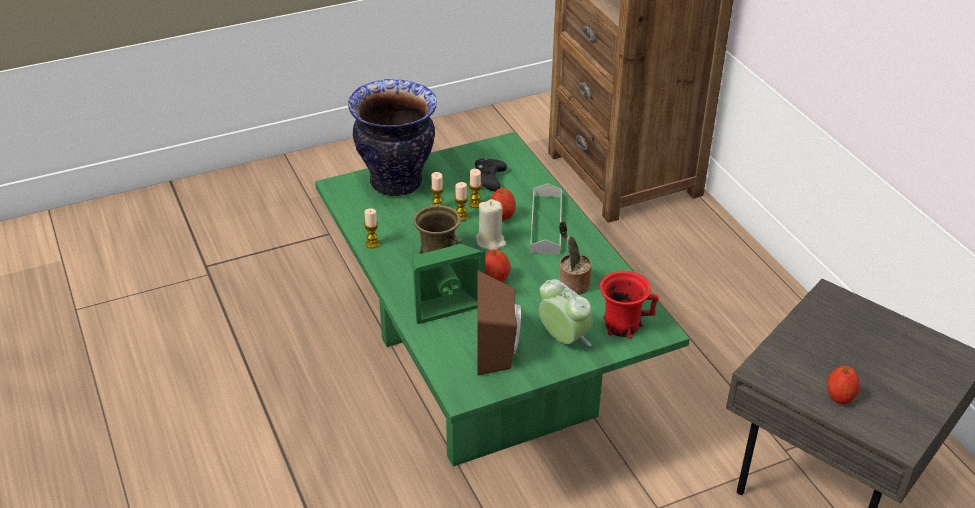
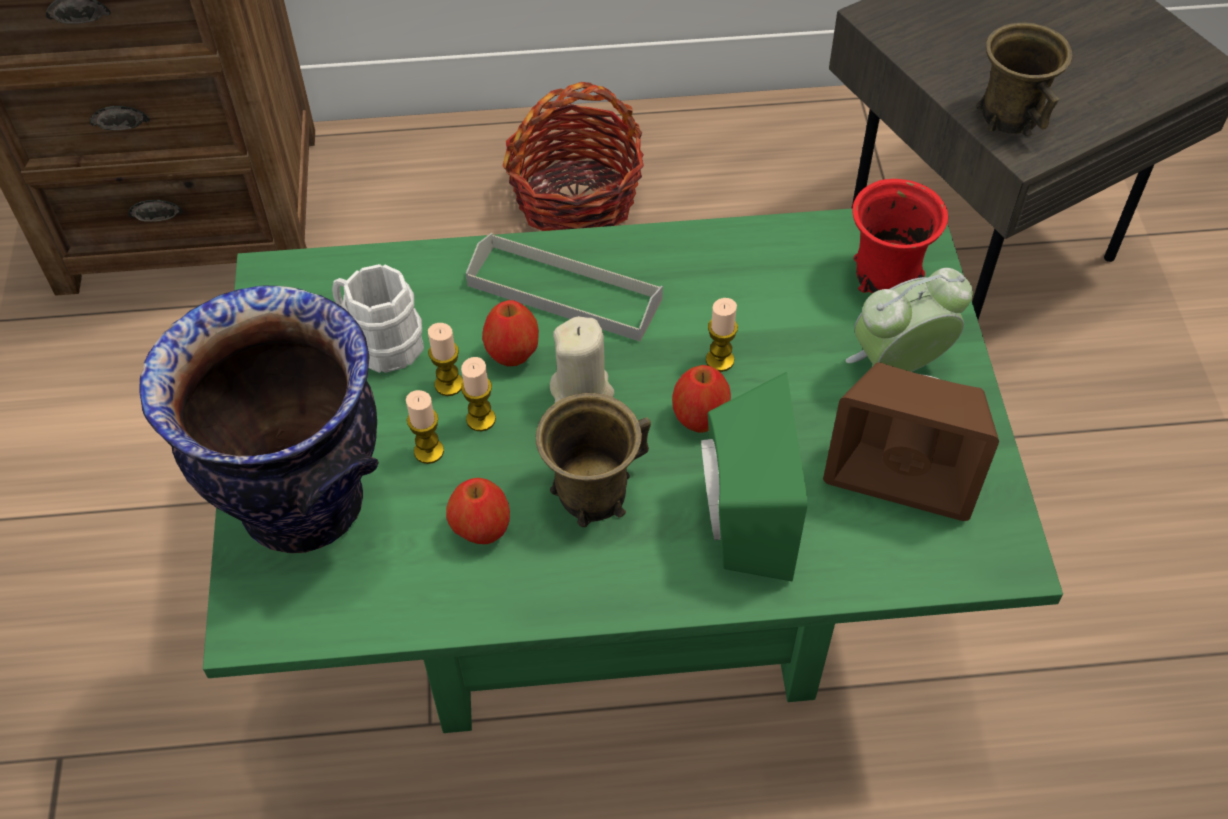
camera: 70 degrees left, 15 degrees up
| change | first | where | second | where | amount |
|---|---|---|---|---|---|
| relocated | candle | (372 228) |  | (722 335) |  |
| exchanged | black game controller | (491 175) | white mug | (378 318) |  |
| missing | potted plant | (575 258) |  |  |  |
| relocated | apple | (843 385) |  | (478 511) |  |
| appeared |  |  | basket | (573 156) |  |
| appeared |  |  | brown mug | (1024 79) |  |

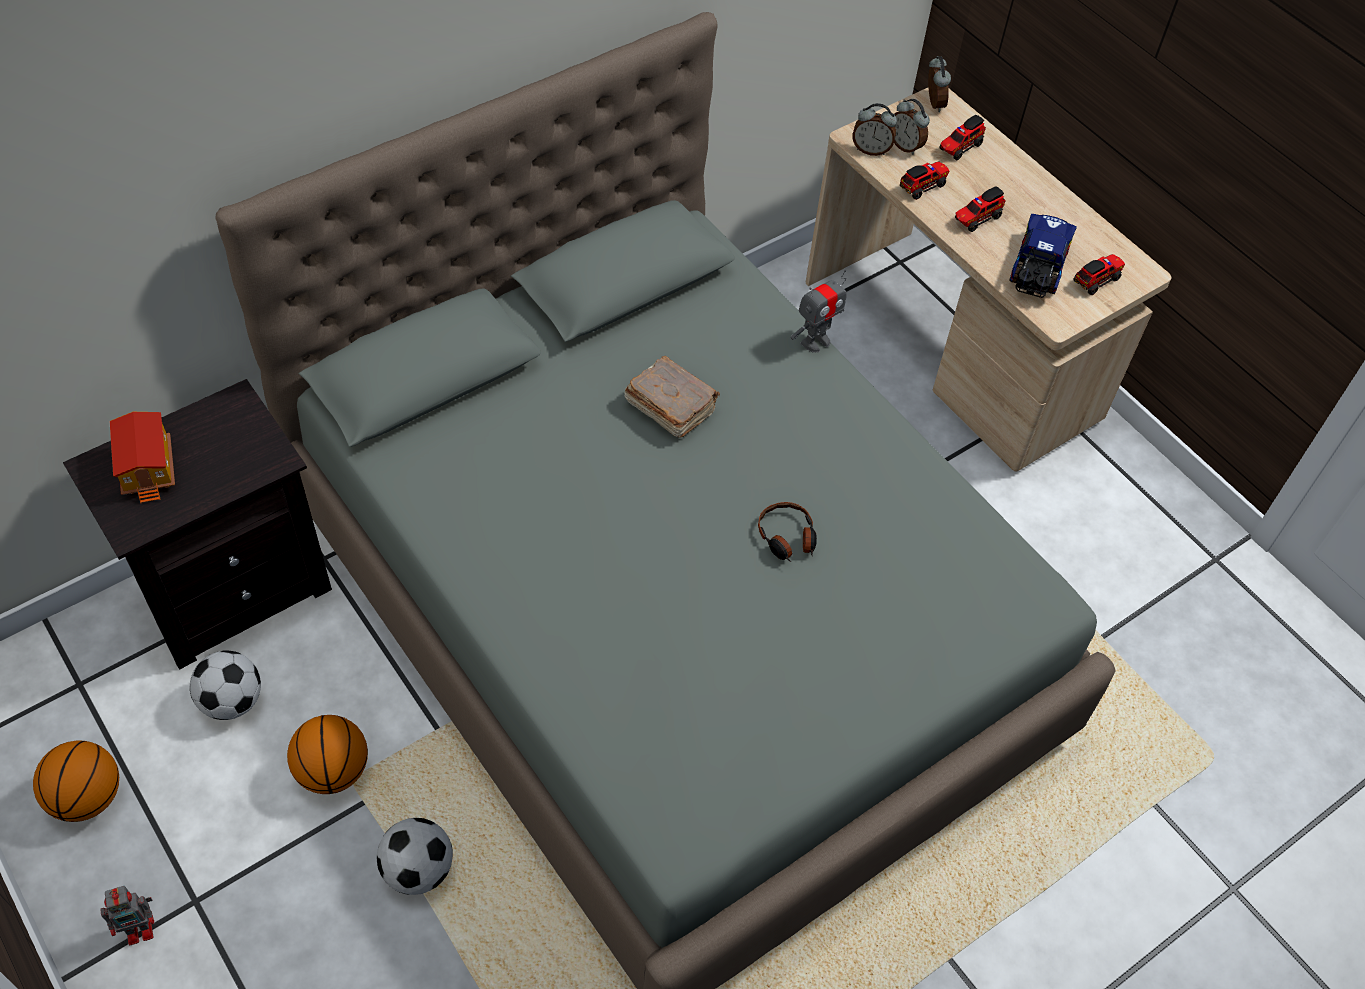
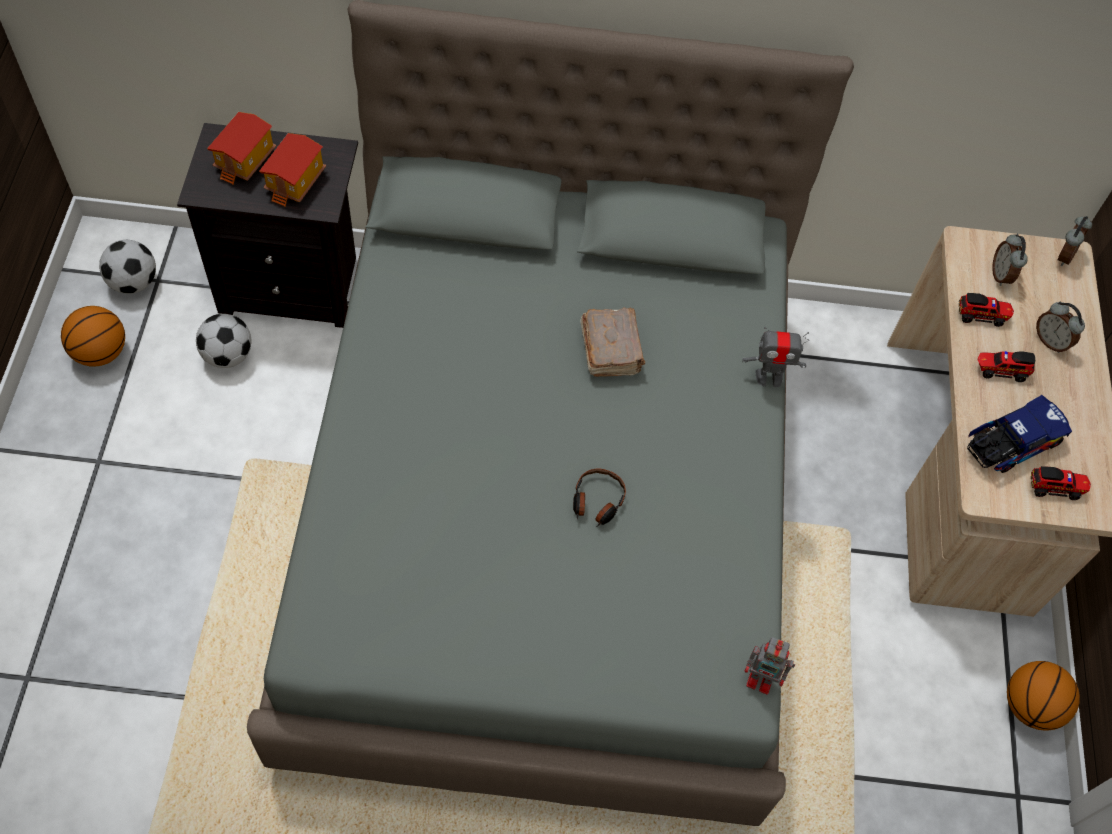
camera: 40 degrees right, 5 degrees up
| change | first | where | second | where | amount |
|---|---|---|---|---|---|
| relocated | toy robot | (127 915) |  | (769 665) |  |
| relocated | basketball | (327 754) |  | (1043 696) |  |
| relocated | football | (415 856) |  | (127 267) |  |
| relocated | alarm clock | (875 129) |  | (1060 327) |  |
| missing | toy truck | (963 137) |  |  |  |
| appeared |  |  | toy house | (292 170) |  |

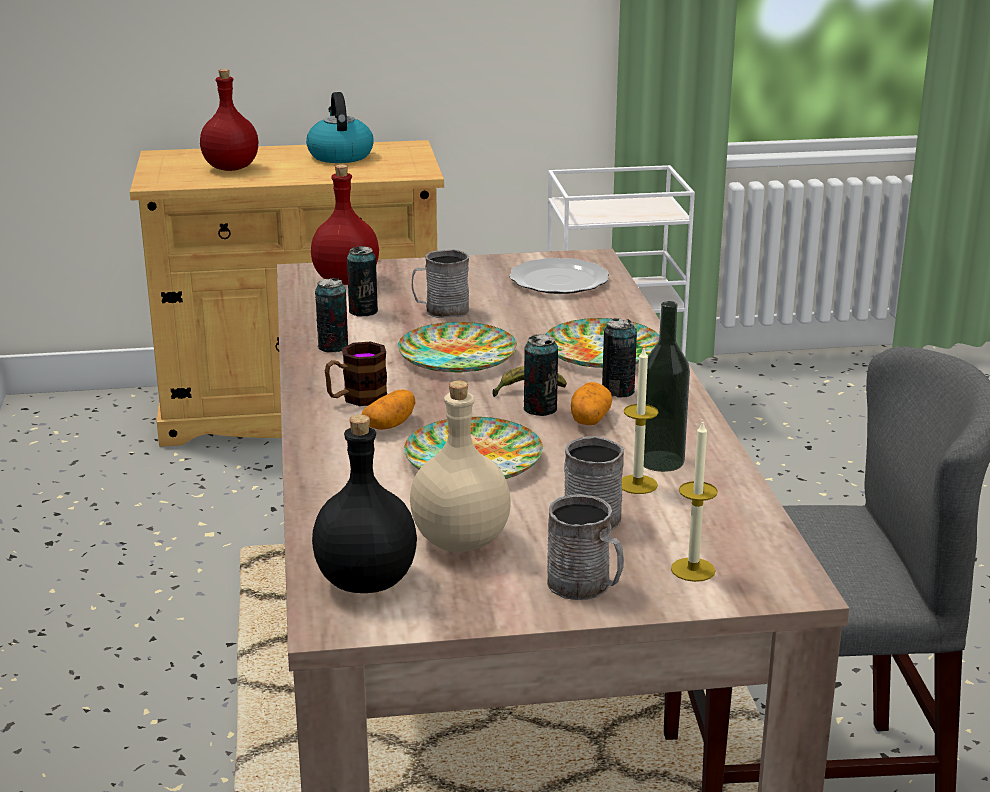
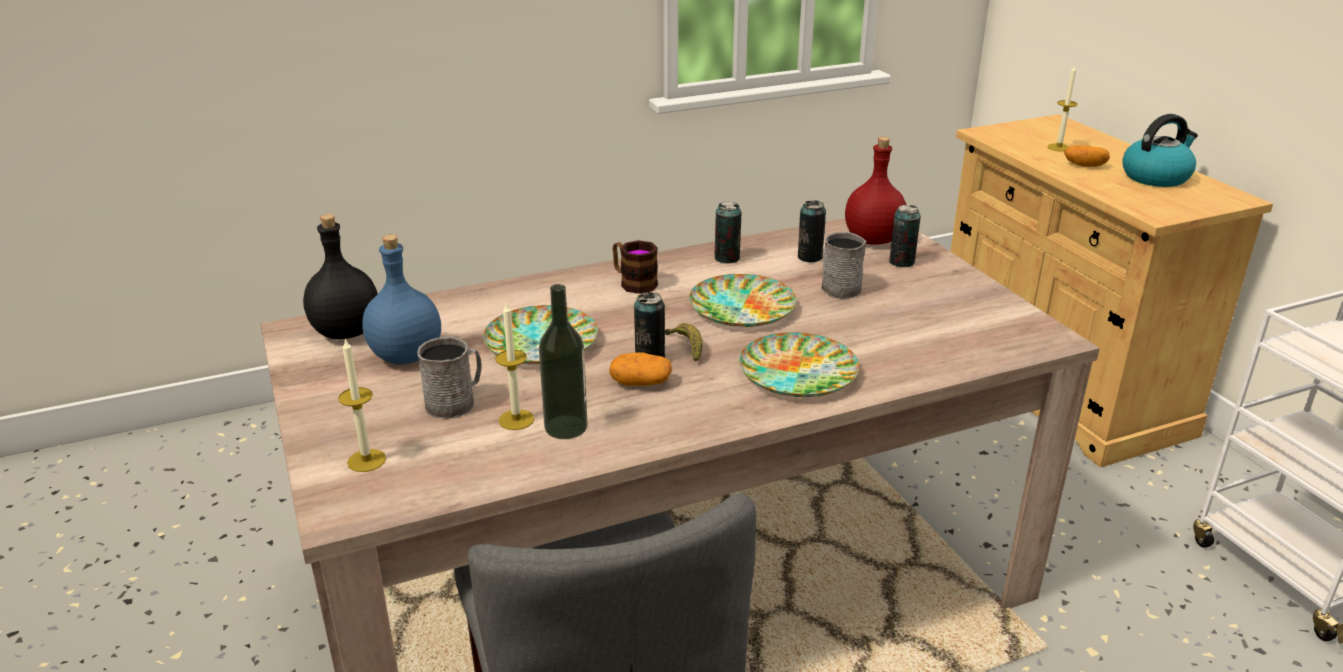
camera: 75 degrees right, 5 degrees up
| change | first | where | second | where | amount |
|---|---|---|---|---|---|
| exchanged | red bottle | (229 120) | candle | (1062 108) |  |
| relocated | potato | (388 410) |  | (1087 156) |  |
| colour | beige bottle | (460 466) | blue bottle | (401 300) |  |
| missing | plate | (559 276) |  |  |  |
| missing | grey mug | (585 547) |  |  |  |
| relocated | can | (619 358) |  | (905 236) |  |

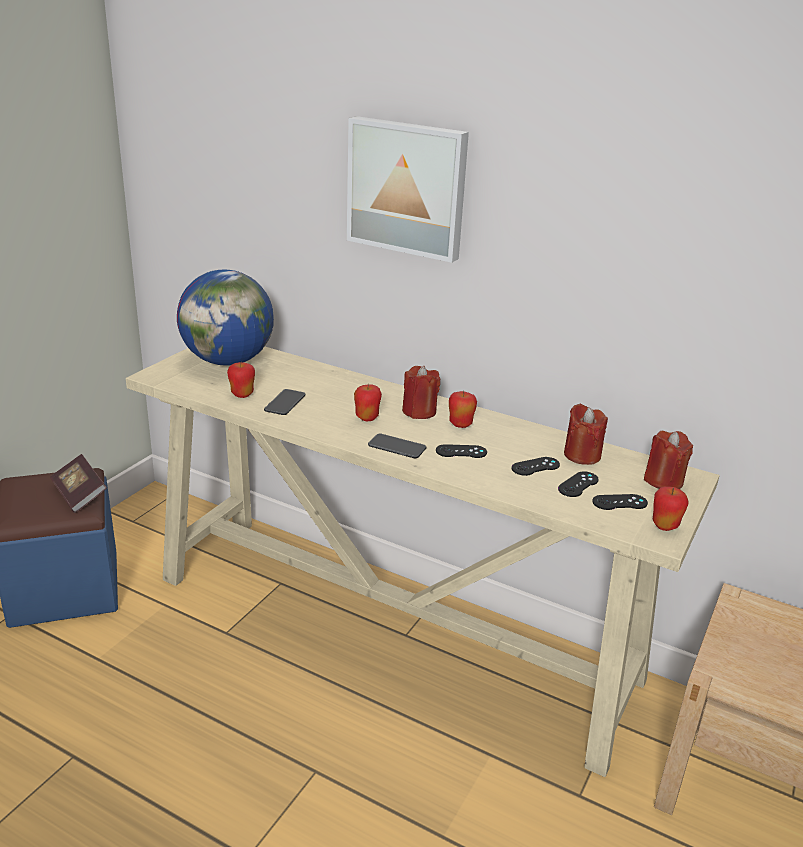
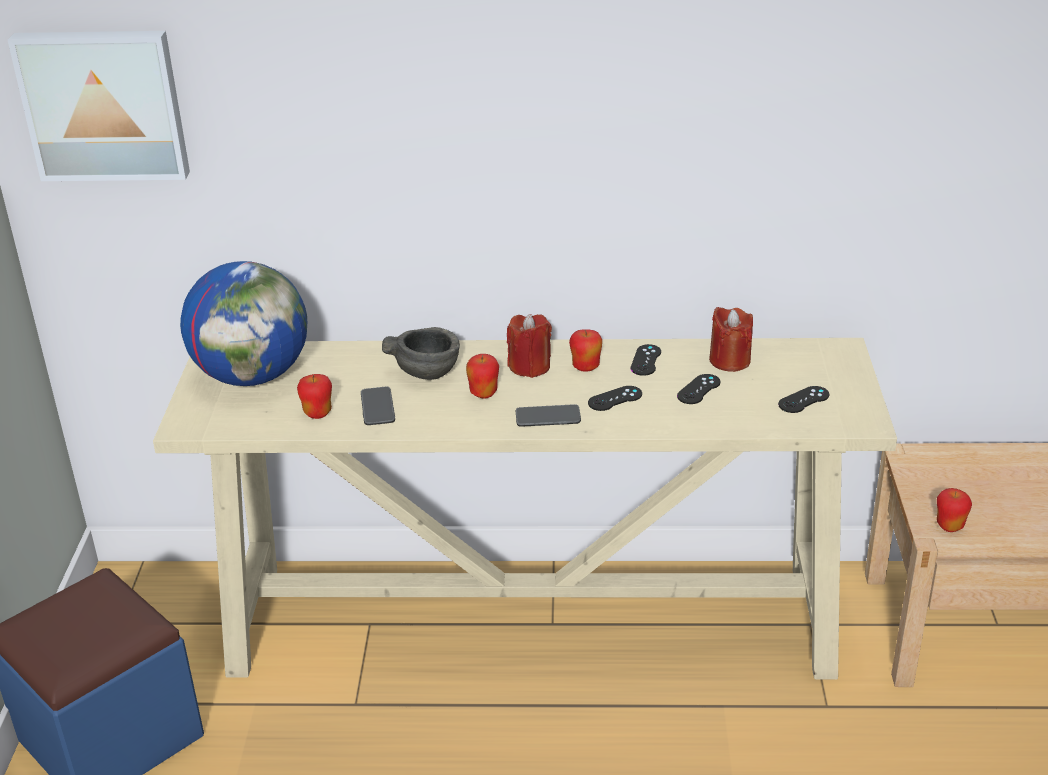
camera: 25 degrees left, 5 degrees up
| change | first | where | second | where | amount |
|---|---|---|---|---|---|
| missing | book | (78 483) |  |  |  |
| relocated | picture | (408 189) |  | (98 106) |  |
| relocated | black game controller | (578 484) |  | (646 360) |  |
| missing | red candle | (668 460) |  |  |  |
| relocated | apple | (671 508) |  | (954 510) |  |
| appeared |  |  | grey bowl | (421 353) |  |

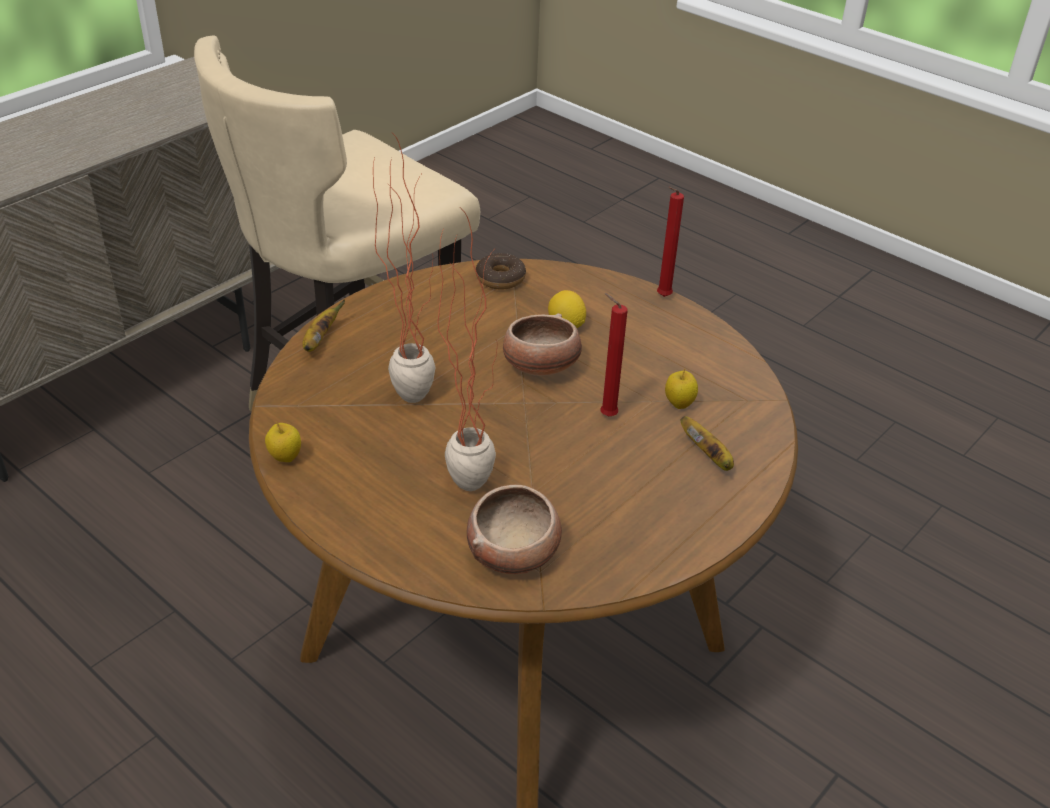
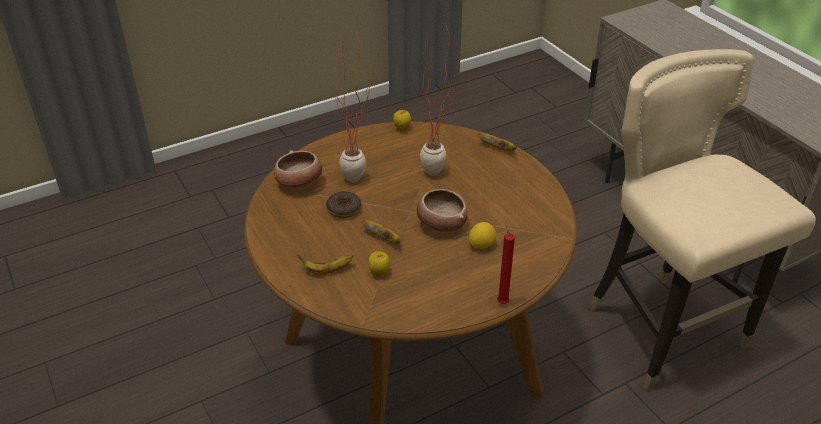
camera: 110 degrees right, 0 degrees up
| change | first | where | second | where | amount |
|---|---|---|---|---|---|
| relocated | donut | (501 271) |  | (343 204) |  |
| exchanged | red candle | (614 354) | banana | (381 231) |  |

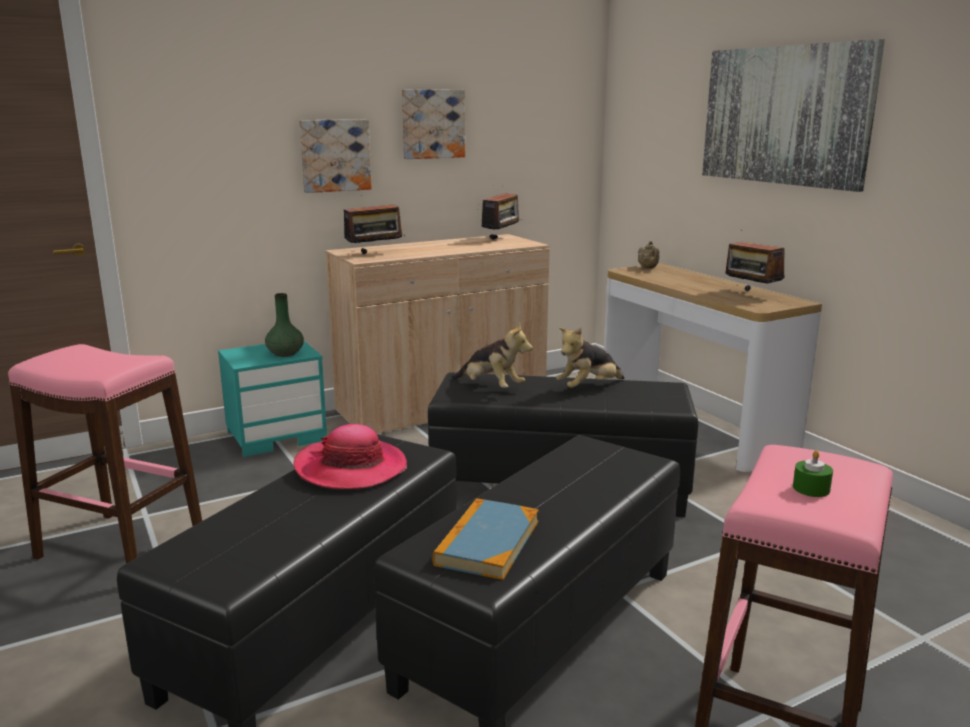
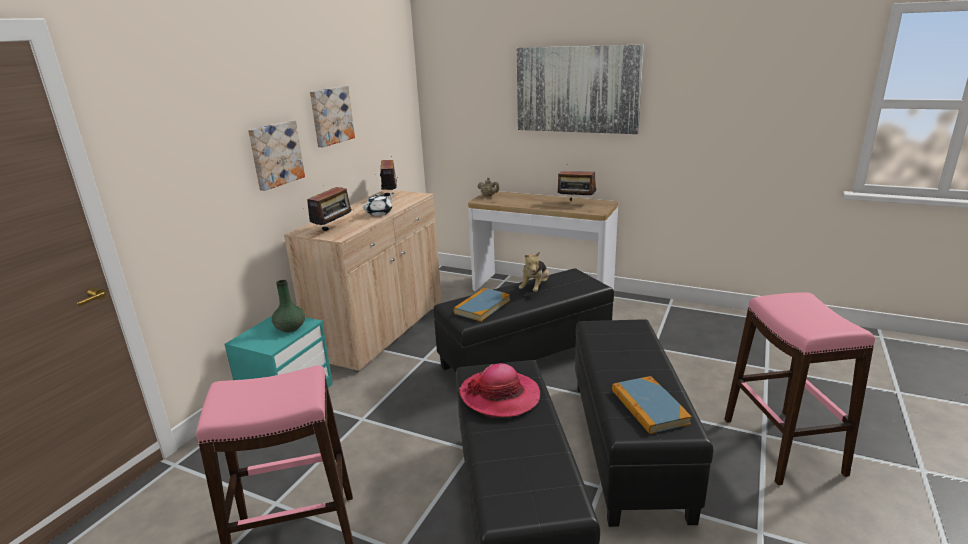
camera: 35 degrees left, 5 degrees up
| change | first | where | second | where | amount |
|---|---|---|---|---|---|
| exchanged | plush toy | (492 355) | book | (481 304) |  |
| missing | green candle | (813 473) |  |  |  |
| appeared |  |  | white teapot | (378 204) |  |

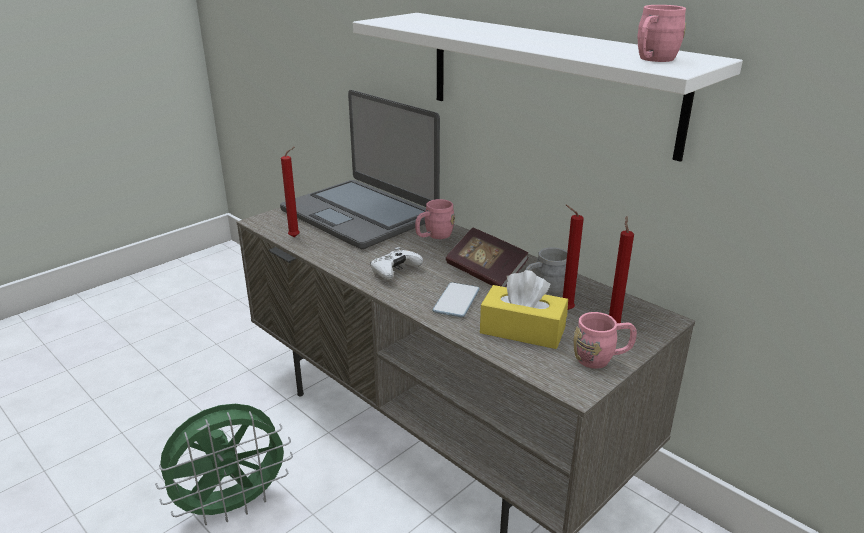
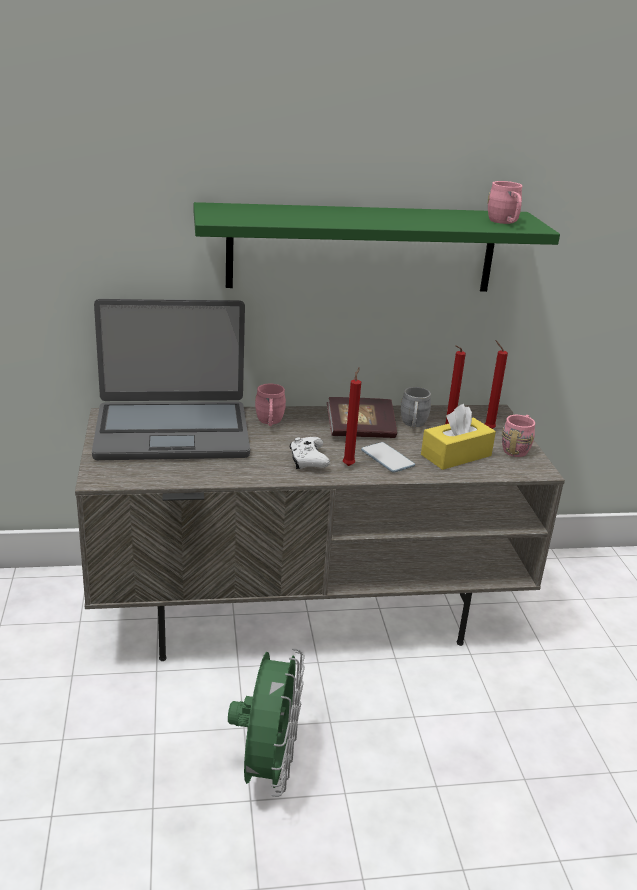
camera: 55 degrees left, 0 degrees up
| change | first | where | second | where | amount |
|---|---|---|---|---|---|
| relocated | red candle | (290 192) |  | (352 417) |  |
| colour | white shelf | (548 87) | green shelf | (377 247) |  |

